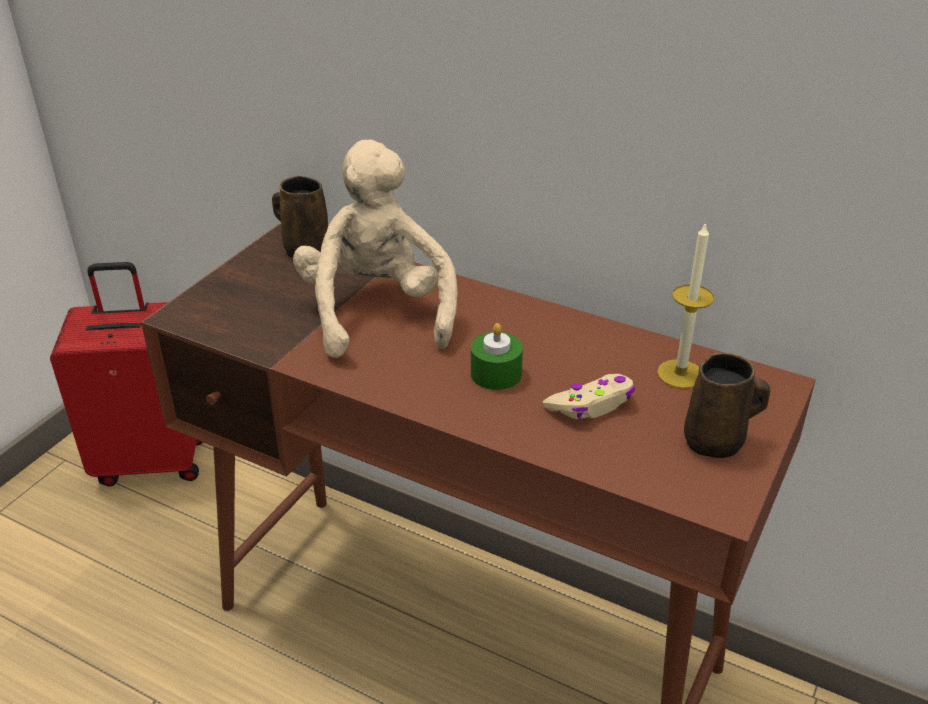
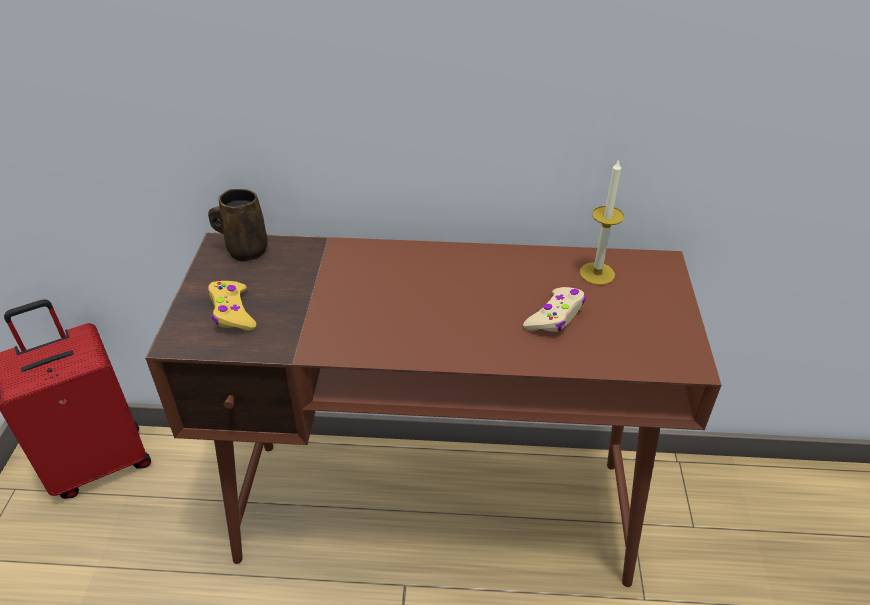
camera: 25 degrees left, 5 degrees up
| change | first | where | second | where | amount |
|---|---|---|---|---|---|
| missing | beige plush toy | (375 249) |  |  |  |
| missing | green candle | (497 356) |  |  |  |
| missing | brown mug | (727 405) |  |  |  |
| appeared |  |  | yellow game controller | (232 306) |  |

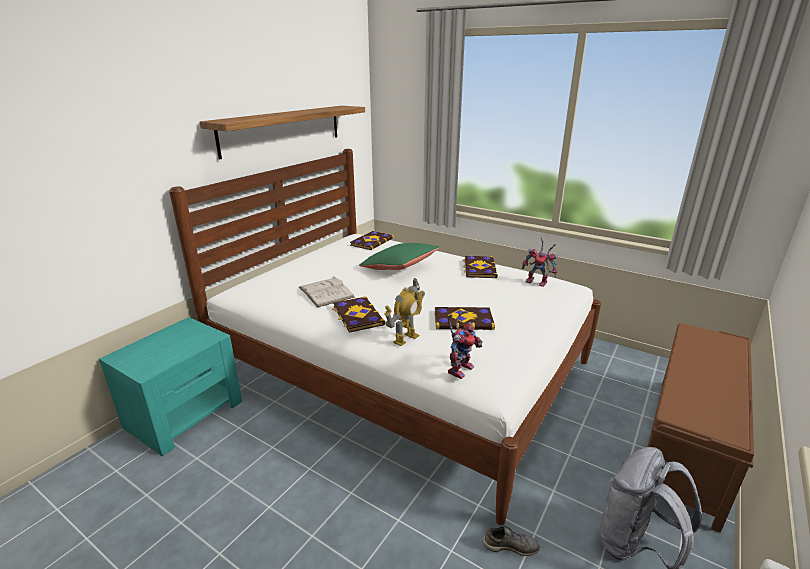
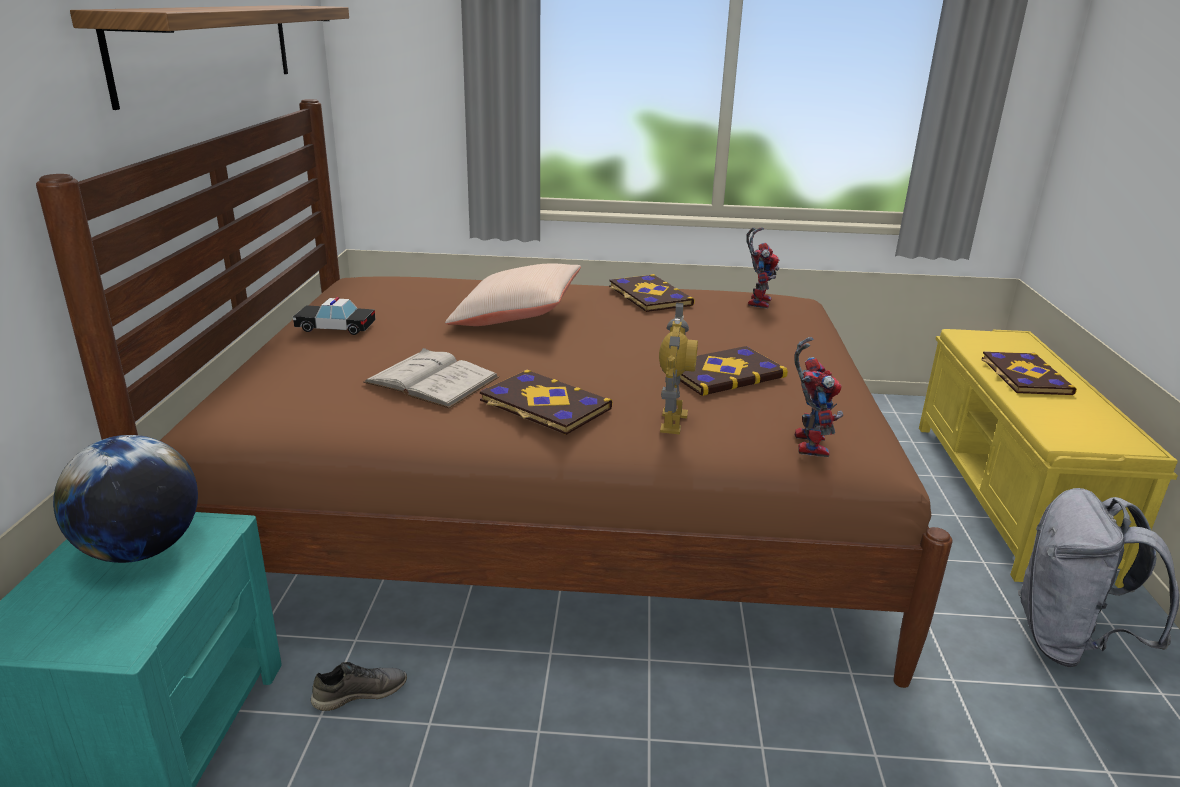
camera: 30 degrees left, 0 degrees up
| change | first | where | second | where | amount |
|---|---|---|---|---|---|
| colour | white bed | (385 337) | brown bed | (494 393) |  |
| relocated | book | (372 240) |  | (1029 373) |  |
| colour | green pillow | (399 256) | beige pillow | (513 294) |  |
| relocated | grey shoe | (511 541) |  | (359 686) |  |
| spun | toy robot | (539 262) |  | (762 268) | 75 degrees counterclockwise |
| colour | brown bench | (701 428) | yellow bench | (1048 458) |  |
| appeared |  |  | globe | (125 499) |  |
| appeared |  |  | toy car | (334 316) |  |

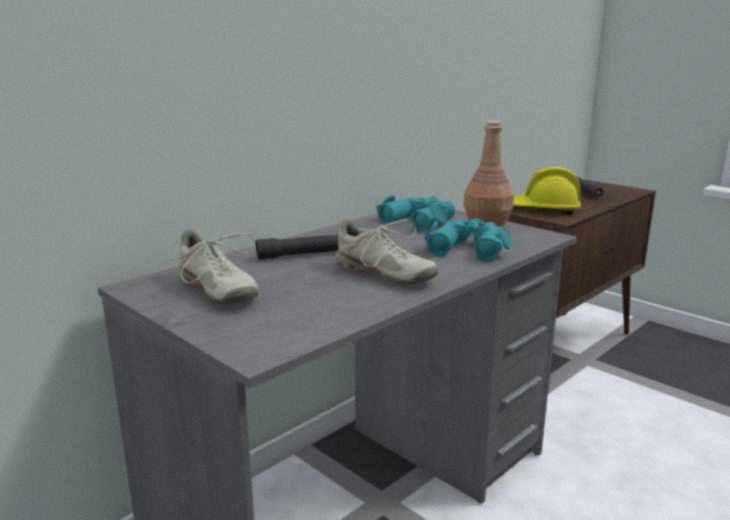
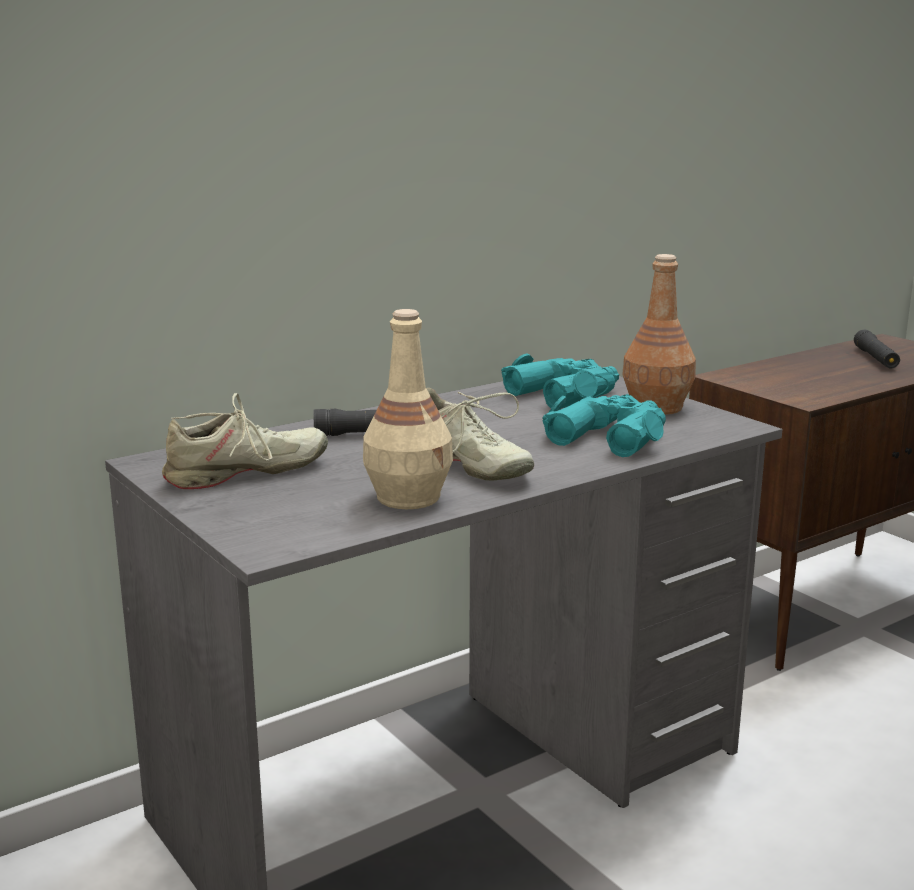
camera: 10 degrees right, 0 degrees up
| change | first | where | second | where | amount |
|---|---|---|---|---|---|
| spun | beige shoe | (209 266) |  | (245 441) | 90 degrees counterclockwise |
| missing | yellow hard hat | (547 190) |  |  |  |
| appeared |  |  | beige bottle | (408 409) |  |

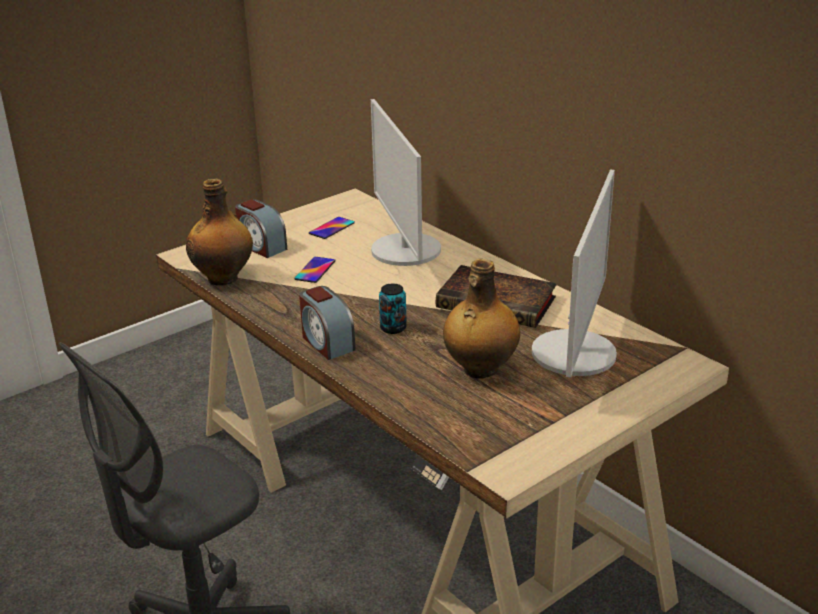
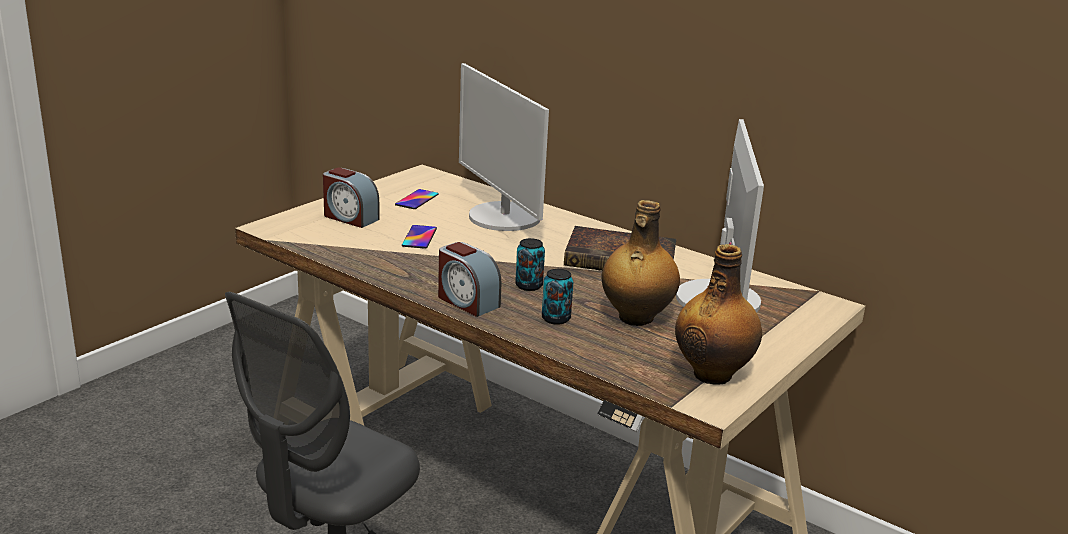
camera: 15 degrees left, 5 degrees down
| change | first | where | second | where | amount |
|---|---|---|---|---|---|
| relocated | bottle | (219 232) |  | (718 314) |  |
| appeared |  |  | can | (557 297) |  |

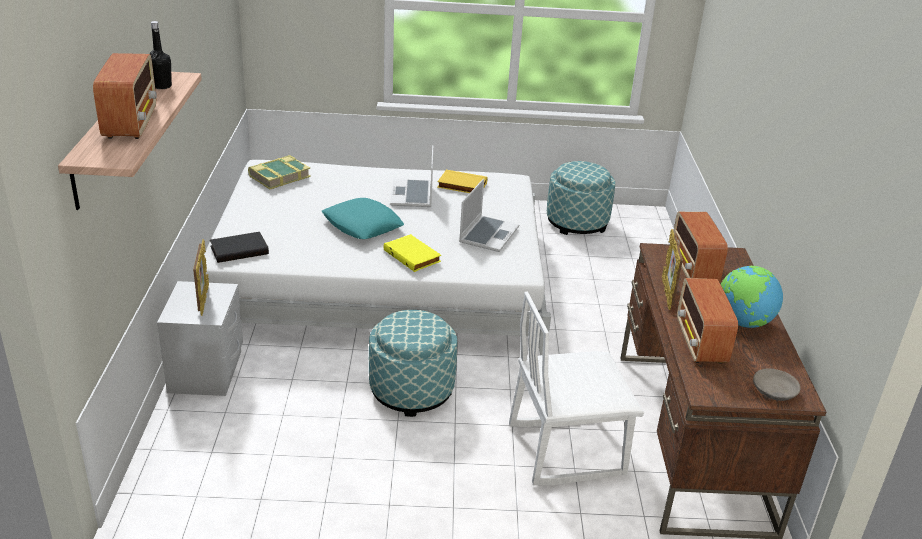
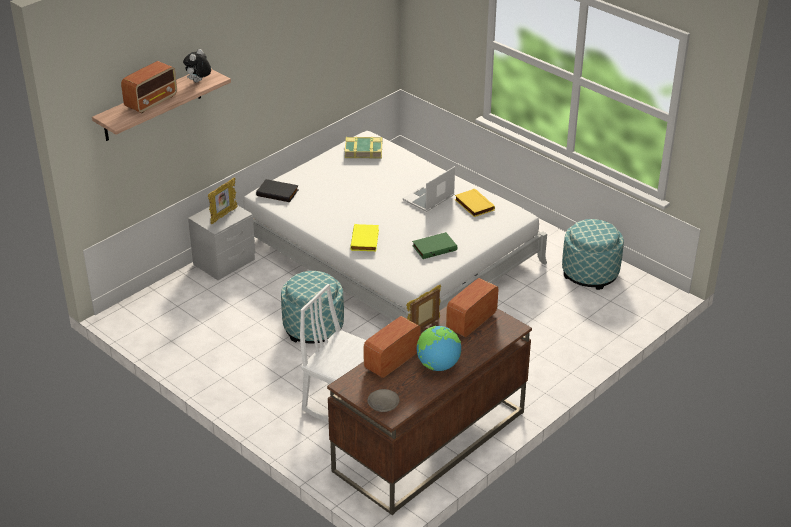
camera: 45 degrees right, 5 degrees up
| change | first | where | second | where | amount |
|---|---|---|---|---|---|
| exchanged | black bottle | (160 55) | plush toy | (197 65) |  |
| missing | turquoise pillow | (363 218) |  |  |  |
| exchanged | laptop | (489 215) | green book | (434 245) |  |

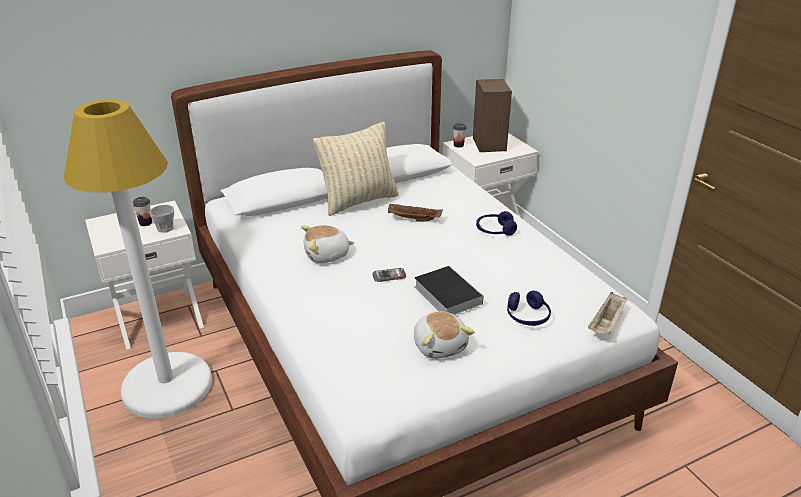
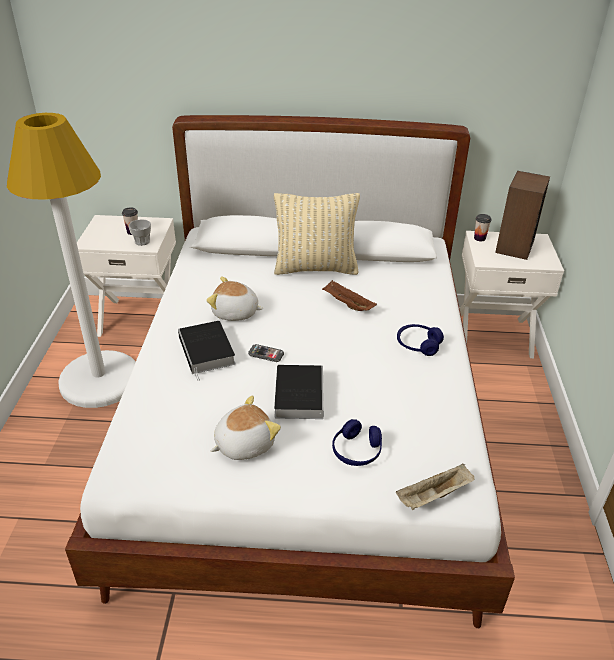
camera: 30 degrees right, 5 degrees up
| change | first | where | second | where | amount |
|---|---|---|---|---|---|
| spun | plush toy | (444 335) |  | (246 427) | 135 degrees counterclockwise |
| appeared |  |  | book | (207 351) |  |

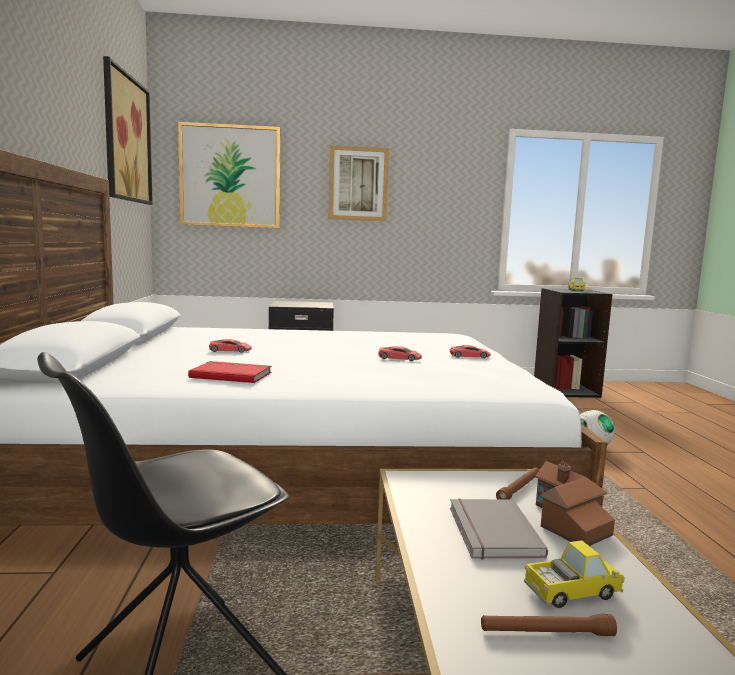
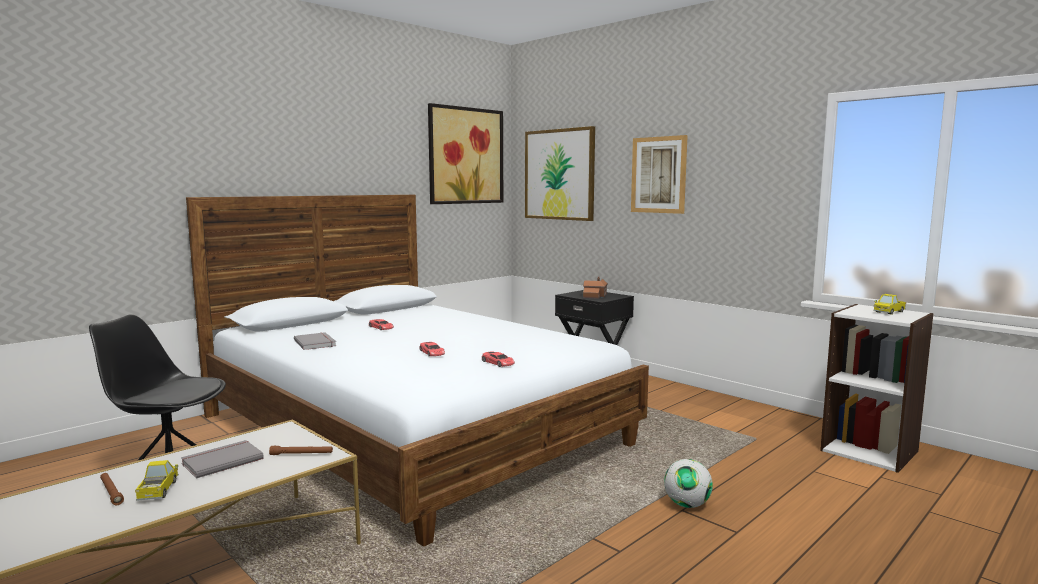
camera: 50 degrees right, 0 degrees up
| change | first | where | second | where | amount |
|---|---|---|---|---|---|
| colour | red book | (229 372) | grey book | (315 341) |  |
| spun | toy truck | (574 574) |  | (157 480) | 135 degrees counterclockwise |
| colour | black bookcase | (573 343) | white bookcase | (876 388) |  |
| relocated | toy house | (575 503) |  | (595 288) |  |

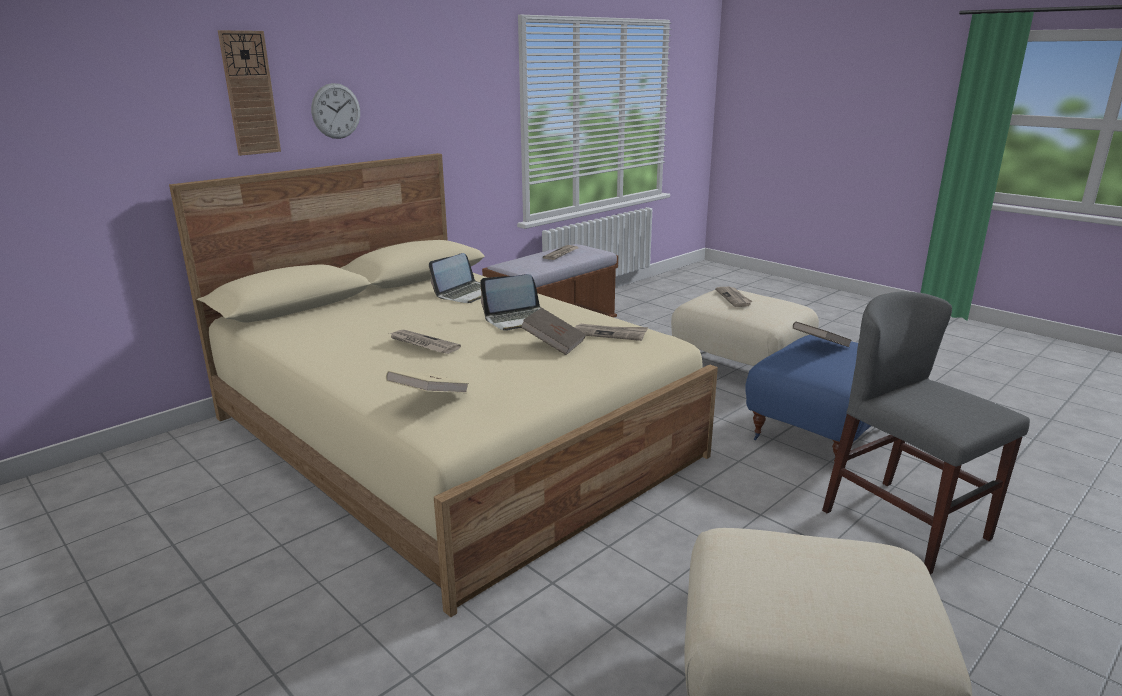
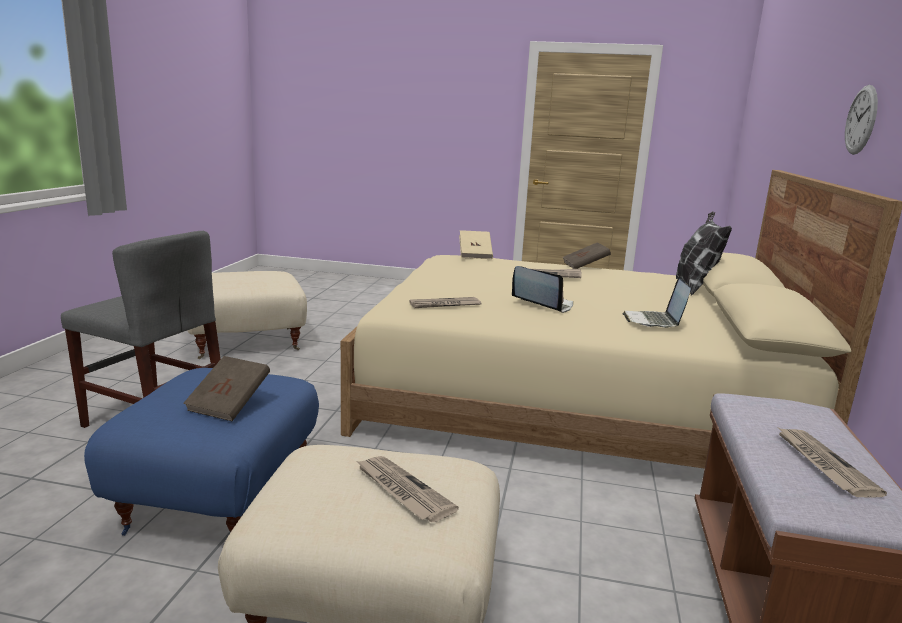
camera: 145 degrees right, 5 degrees down
| change | first | where | second | where | amount |
|---|---|---|---|---|---|
| missing | wall clock | (249 93) |  |  |  |
| spun | laptop | (510 302) |  | (542 289) | 90 degrees clockwise |
| relocated | brown book | (553 331) |  | (587 255) |  |
| appeared |  |  | pillow | (704 254) |  |

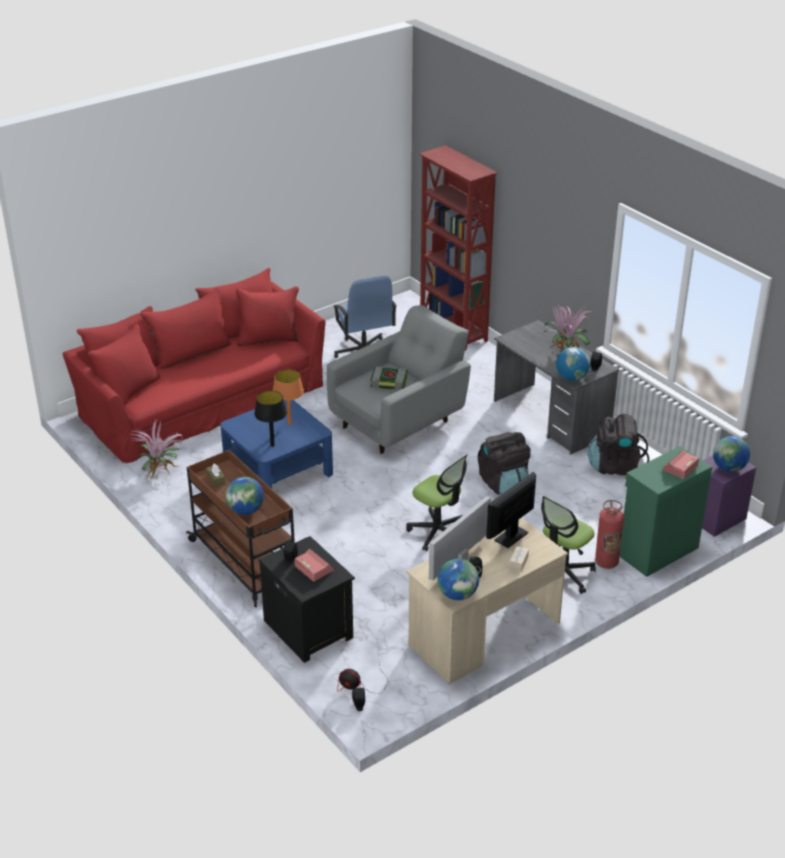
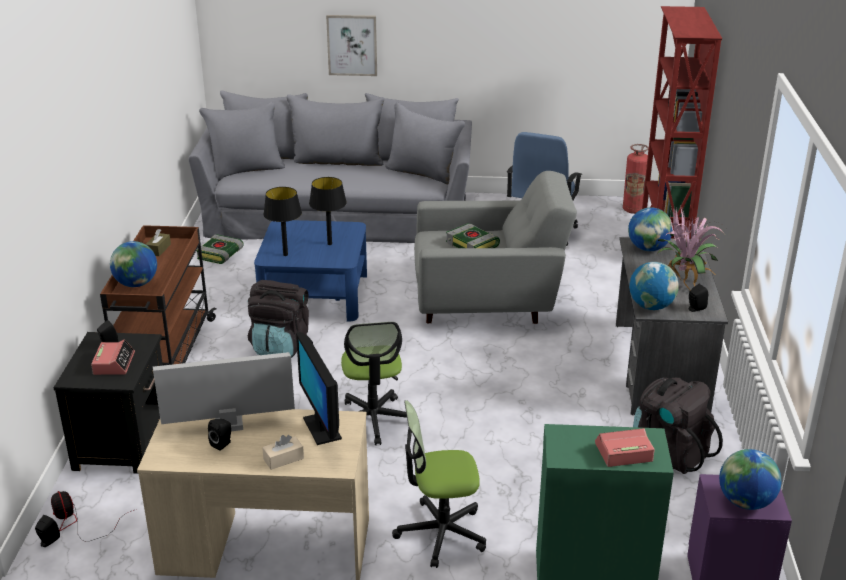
camera: 40 degrees right, 5 degrees down
| change | first | where | second | where | amount |
|---|---|---|---|---|---|
| colour | red sofa | (194 365) | grey sofa | (330 166) |  |
| exchanged | potted plant | (157 450) | book | (220 249) |  |
| colour | orange table lamp | (288 397) | black table lamp | (328 211) |  |
| relocated | globe | (458 579) |  | (650 229) |  |
| relocated | black backpack | (504 463) |  | (278 319) |  |
| spun | monitor | (511 510) |  | (319 388) | 105 degrees counterclockwise |
| relocated | fire extinguisher | (609 534) |  | (636 179) |  |
| appeared |  |  | picture | (351 45) |  |

